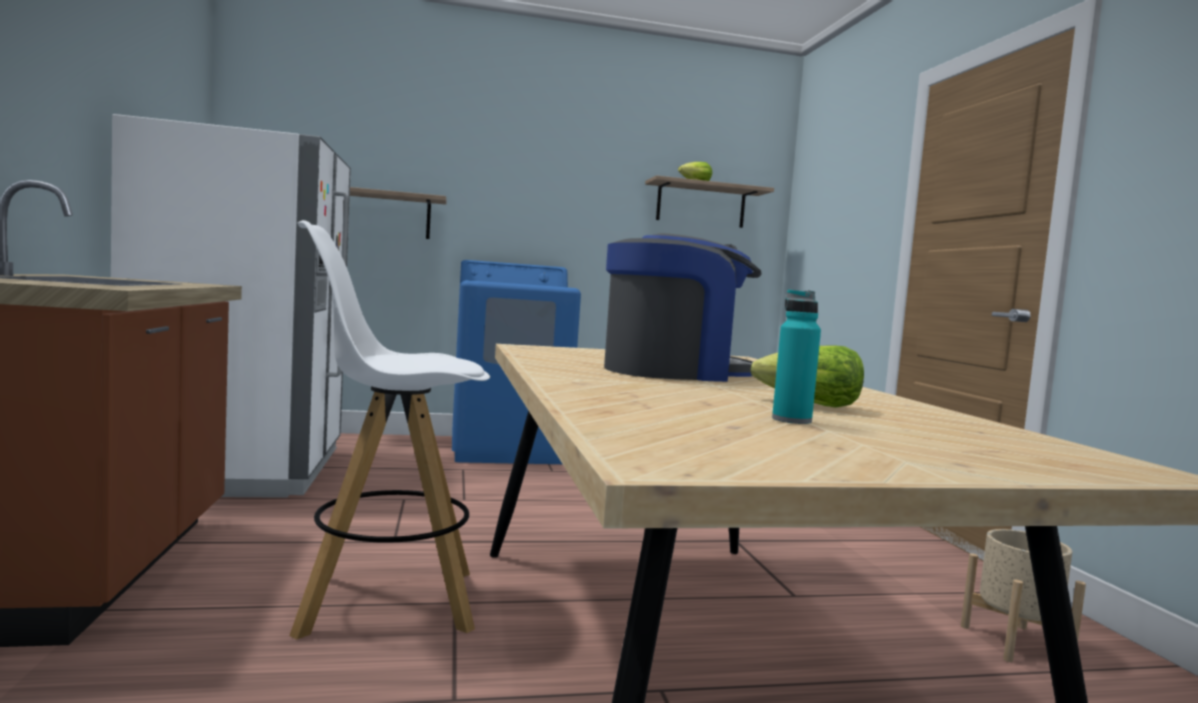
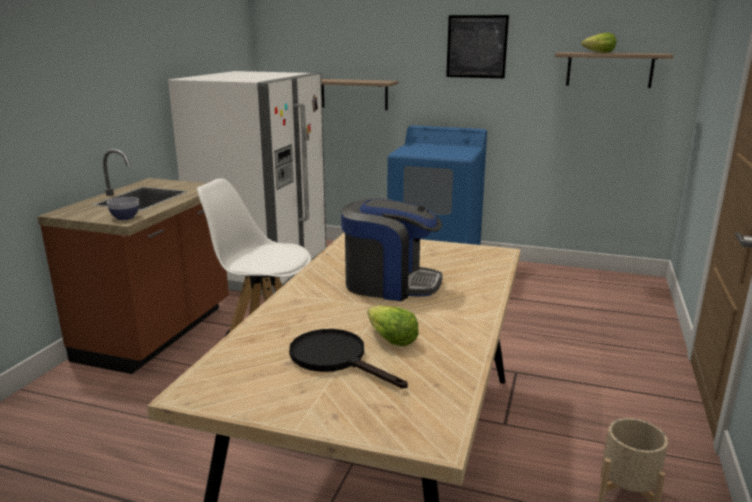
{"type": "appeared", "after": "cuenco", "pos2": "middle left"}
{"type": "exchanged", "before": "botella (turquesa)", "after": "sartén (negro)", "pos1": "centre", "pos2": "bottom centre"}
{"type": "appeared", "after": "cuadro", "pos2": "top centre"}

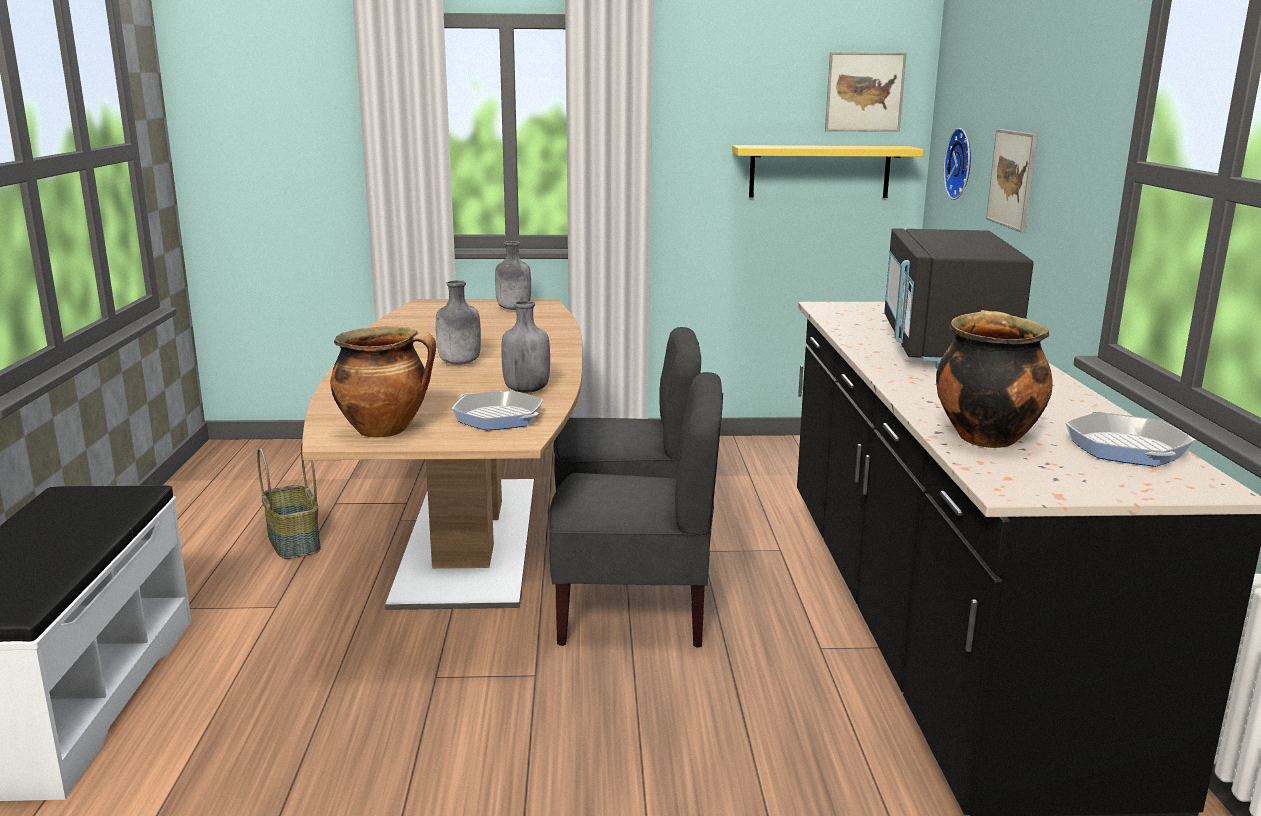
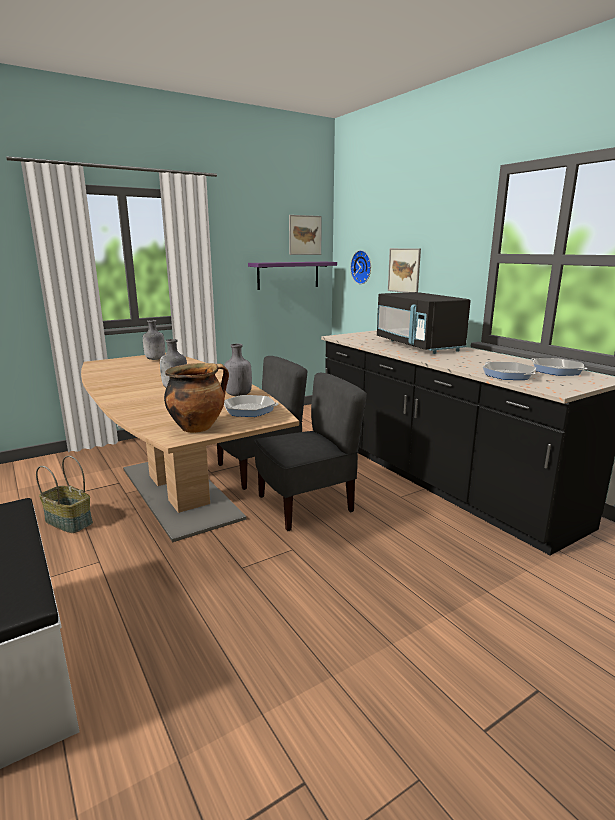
{"type": "colour", "before": "estante (amarillo)", "after": "estante (morado)", "pos1": "top centre", "pos2": "centre"}
{"type": "exchanged", "before": "olla (no. 2 from left)", "after": "sartén (no. 2 from left)", "pos1": "middle right", "pos2": "middle right"}

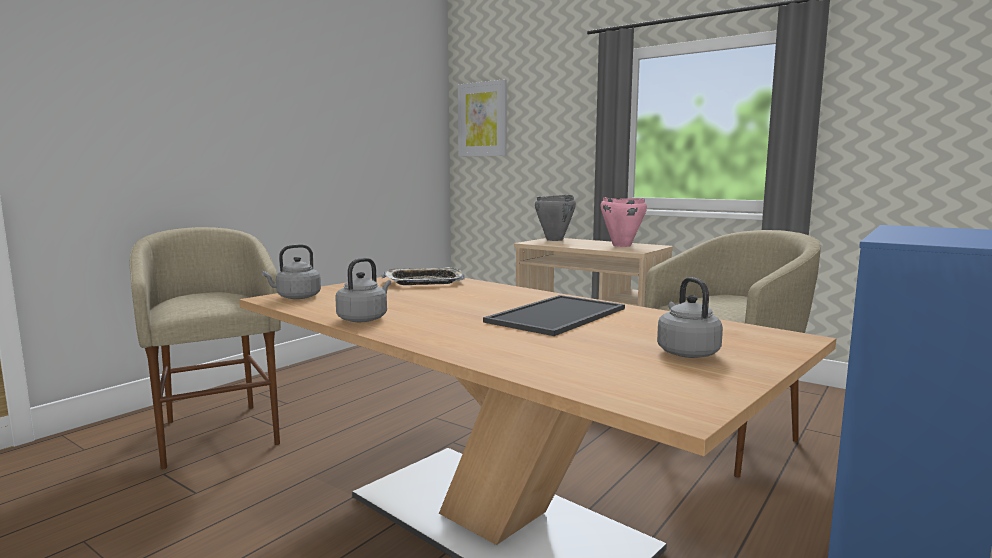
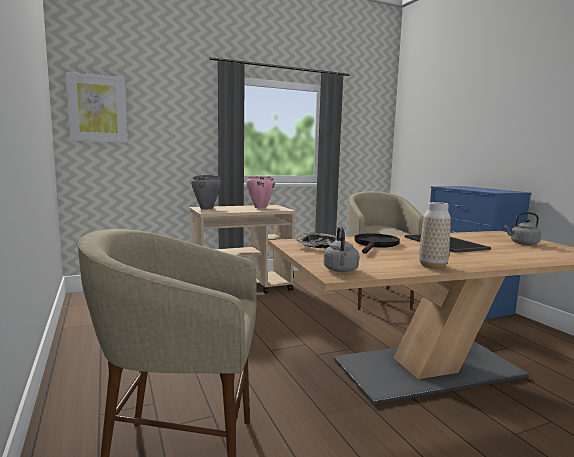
{"type": "appeared", "after": "sartén (negro)", "pos2": "centre"}
{"type": "exchanged", "before": "hervidor (gris) (no. 2 from left)", "after": "florero", "pos1": "centre", "pos2": "middle right"}

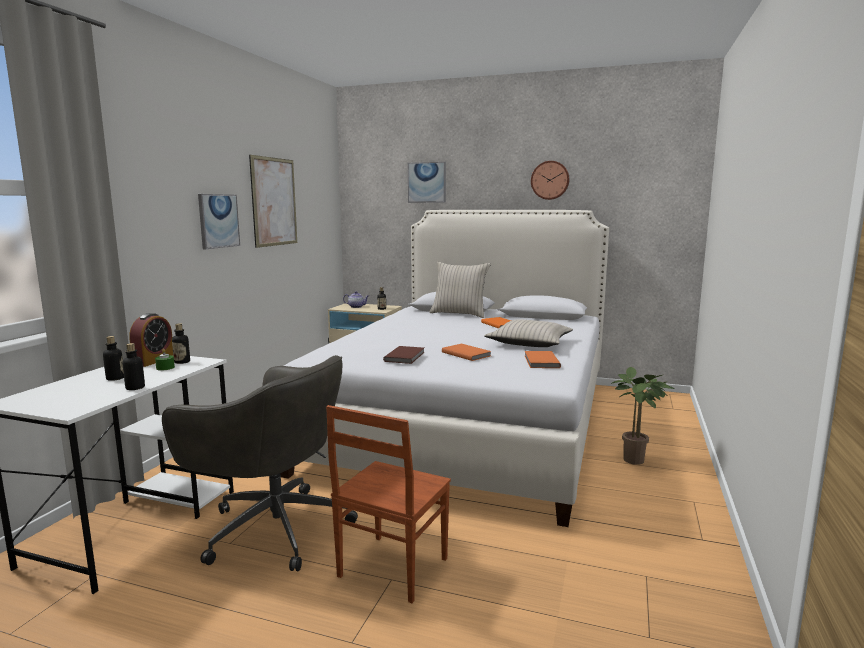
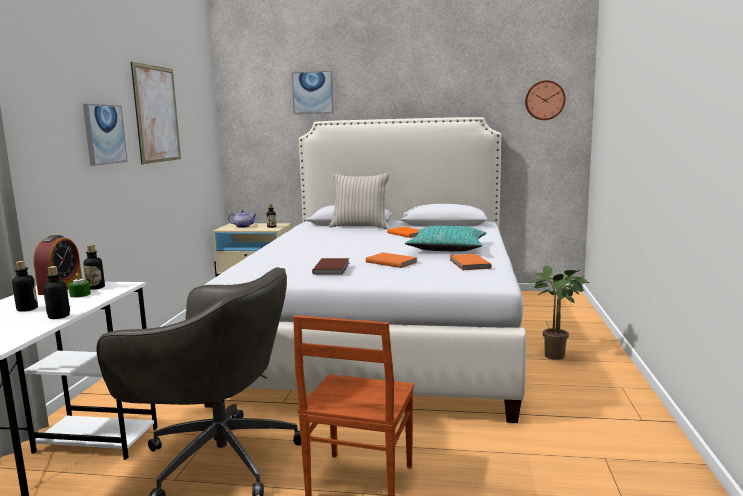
{"type": "colour", "before": "cojín (beis) (no. 2 from left)", "after": "cojín (turquesa)", "pos1": "centre", "pos2": "centre"}
{"type": "relocated", "before": "reloj de pared", "pos1": "top centre", "pos2": "top right"}

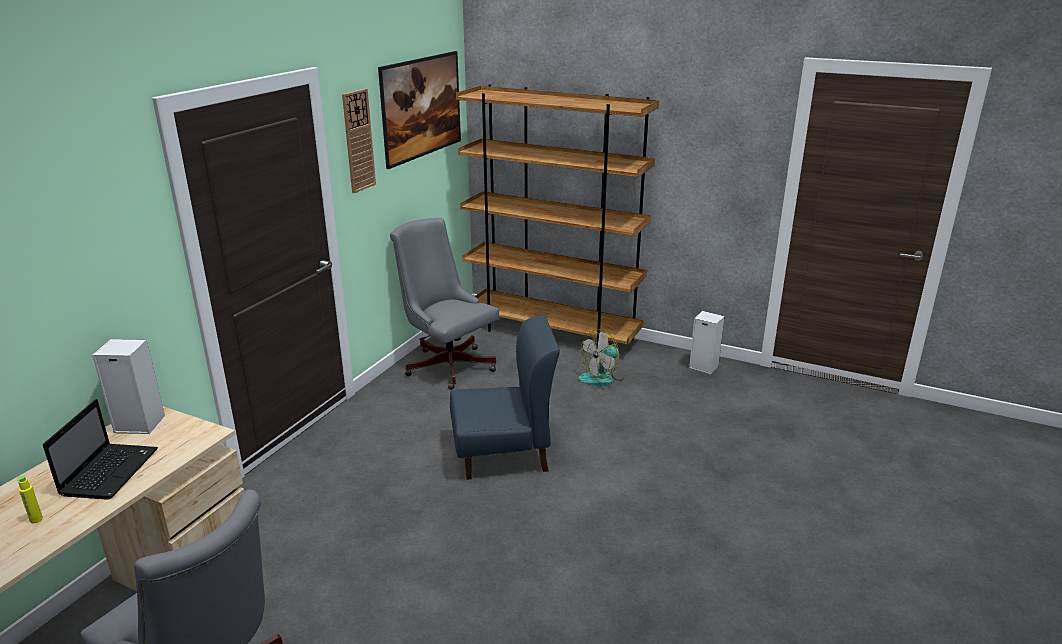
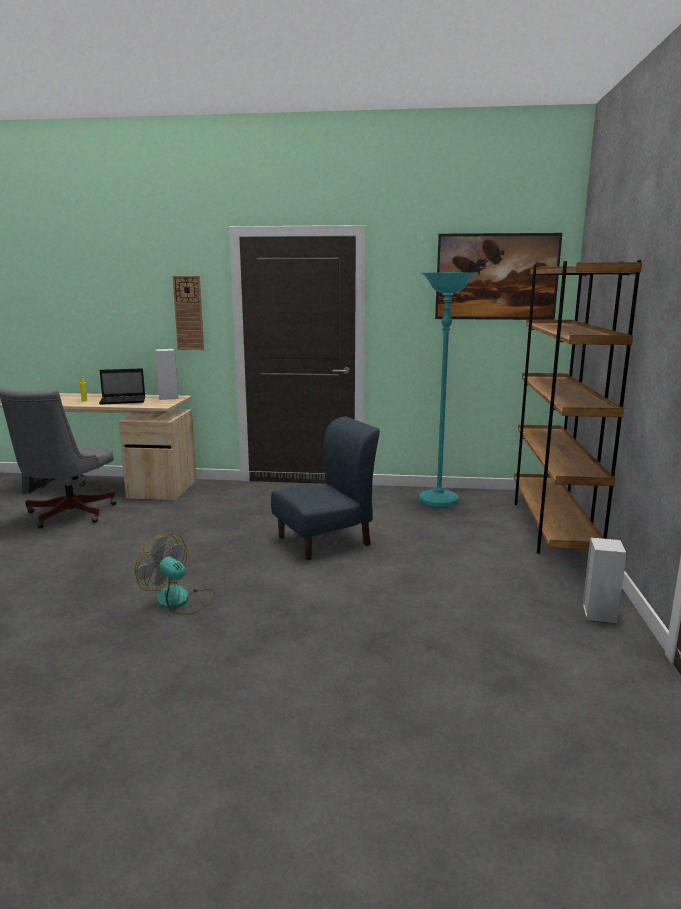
{"type": "relocated", "before": "ventilador", "pos1": "centre", "pos2": "middle left"}
{"type": "relocated", "before": "reloj de pared", "pos1": "top centre", "pos2": "middle left"}
{"type": "spun", "before": "silla (azul)", "pos1": "centre", "pos2": "centre", "turn": -90}
{"type": "exchanged", "before": "silla de oficina (gris) (no. 2 from left)", "after": "lámpara de pie (turquesa)", "pos1": "centre", "pos2": "centre"}

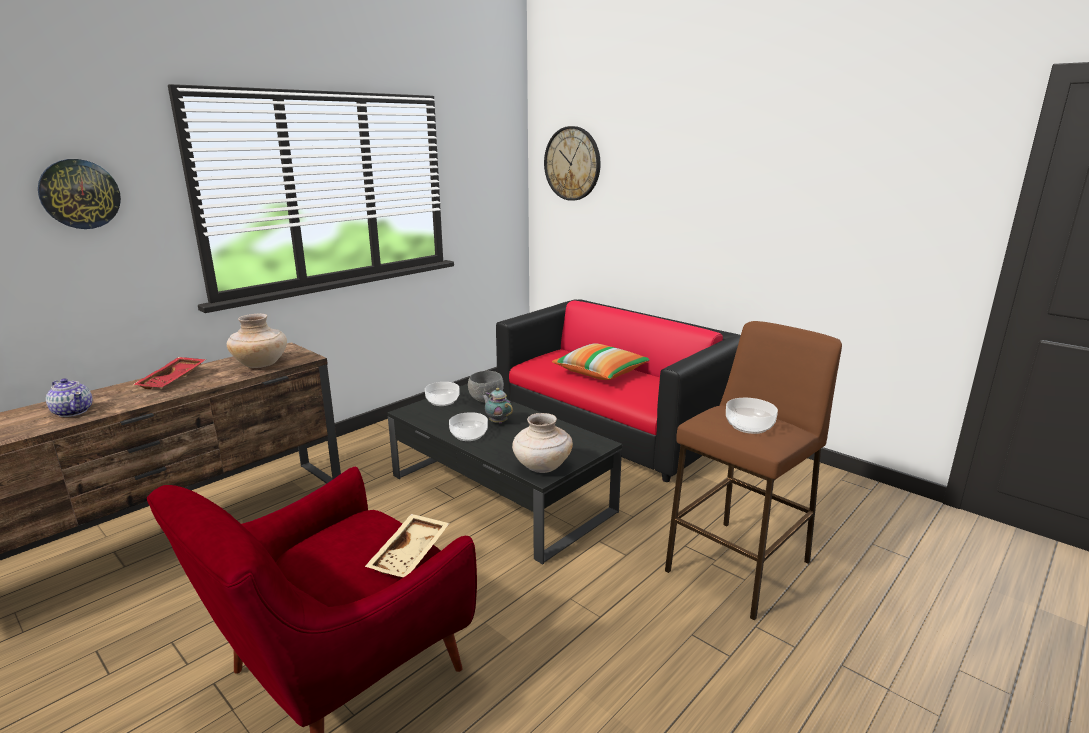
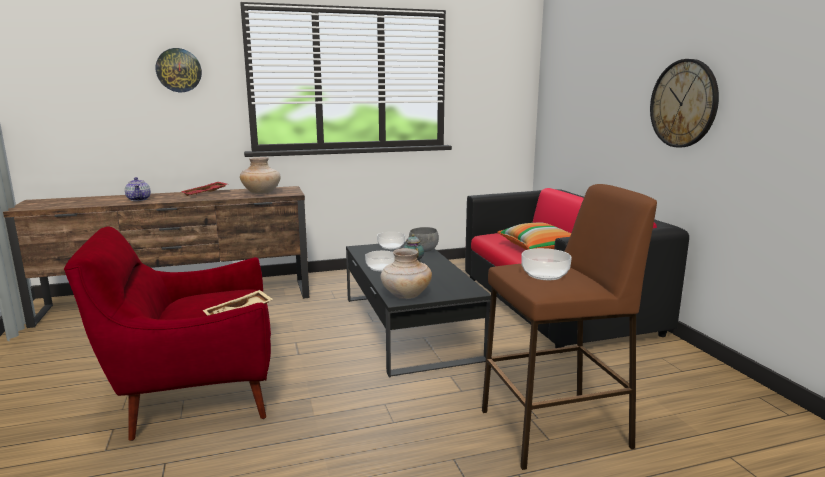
{"type": "relocated", "before": "reloj de pared (no. 2 from left)", "pos1": "top centre", "pos2": "top right"}

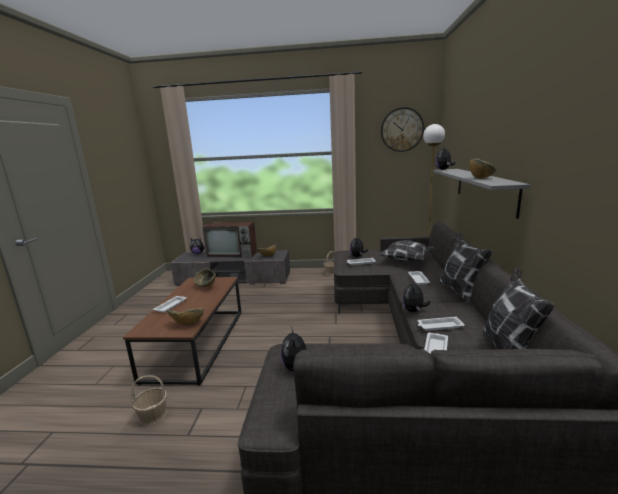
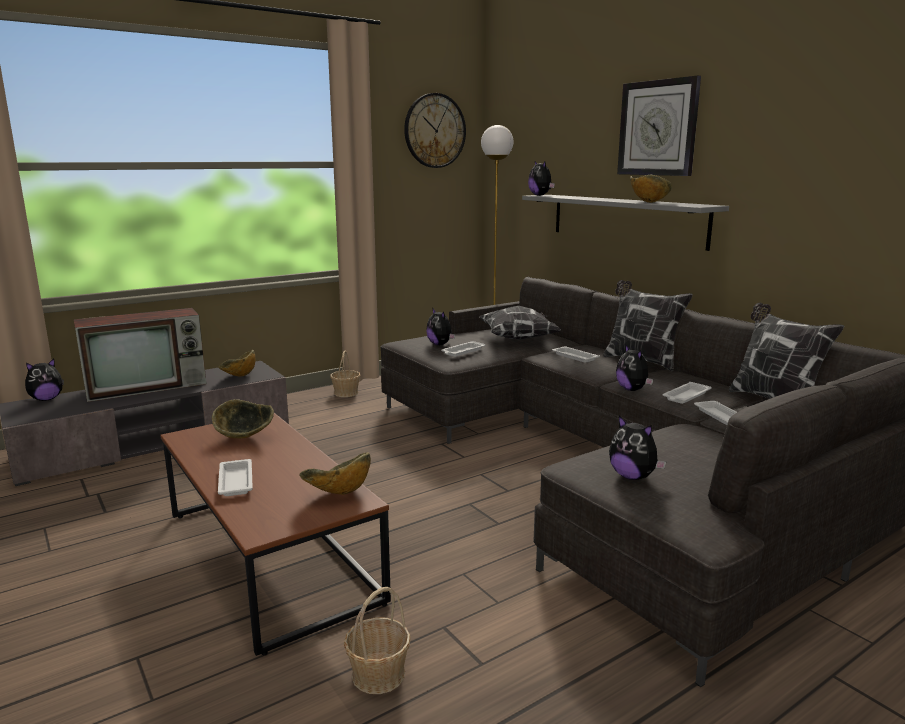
{"type": "appeared", "after": "reloj de pared (no. 2 from left)", "pos2": "top right"}

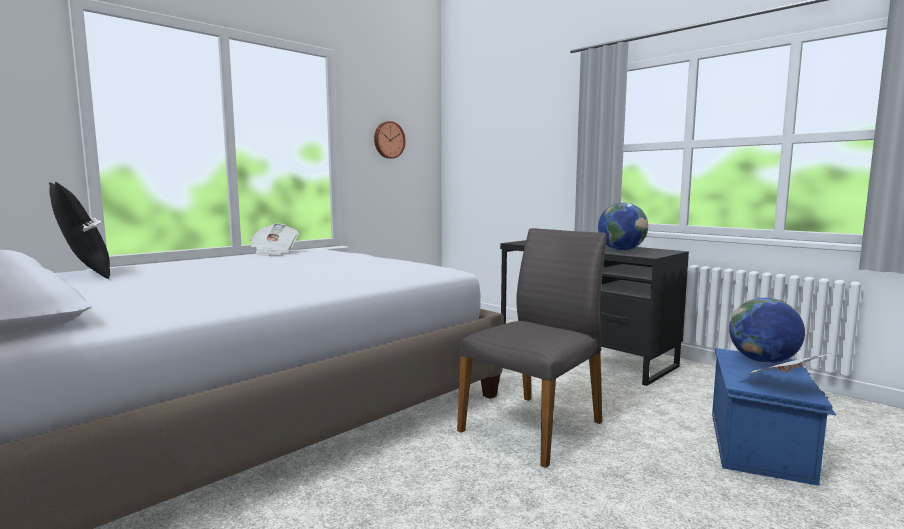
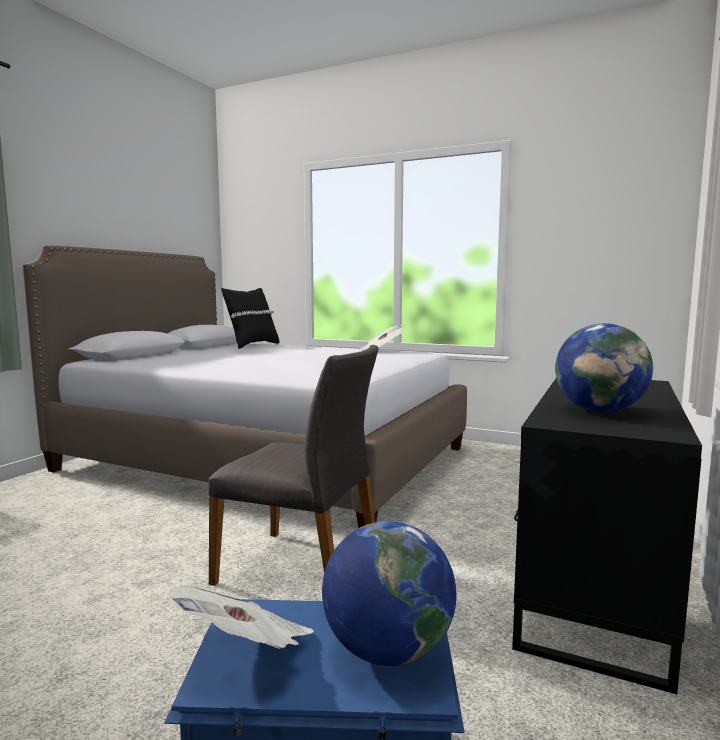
{"type": "missing", "before": "reloj de pared", "pos1": "top centre"}

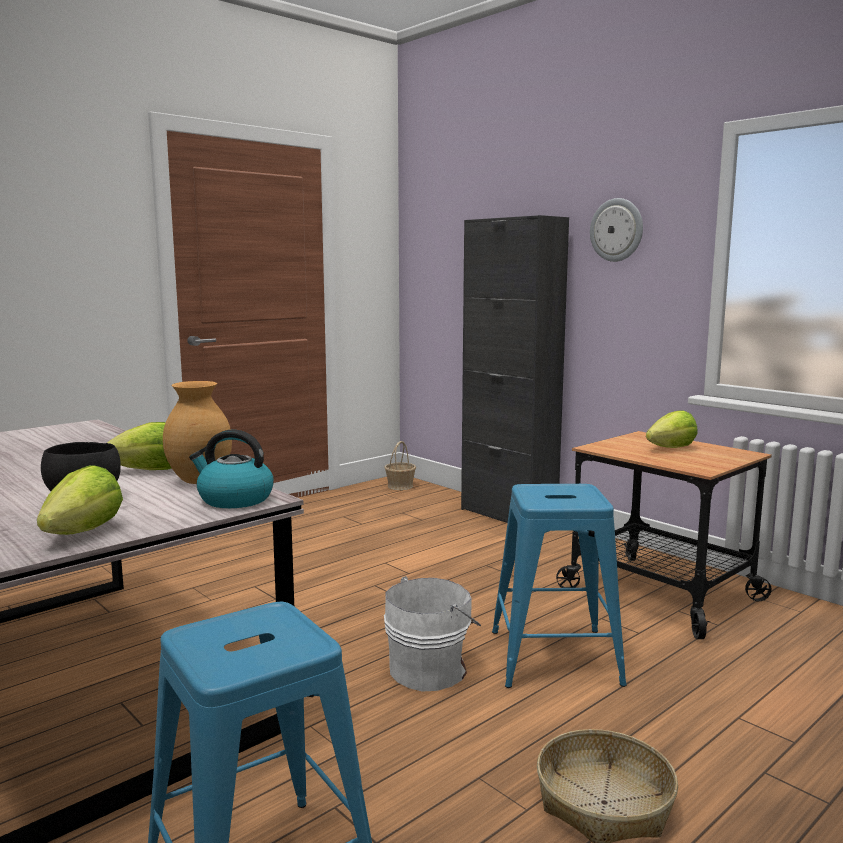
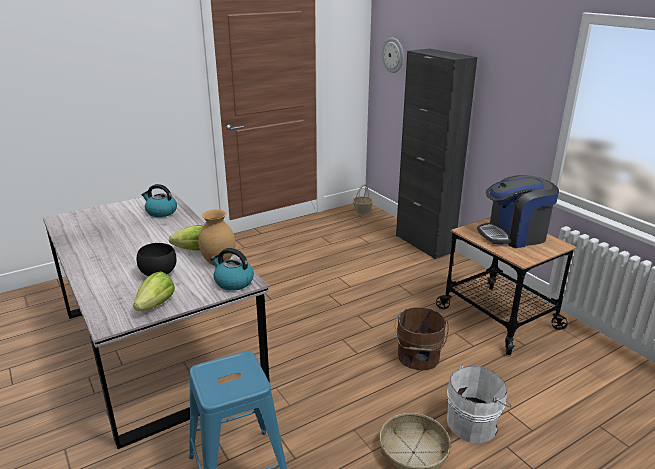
{"type": "appeared", "after": "hervidor (no. 1 from left)", "pos2": "middle left"}
{"type": "relocated", "before": "reloj de pared", "pos1": "top right", "pos2": "top centre"}
{"type": "exchanged", "before": "taburete (azul) (no. 2 from left)", "after": "cubo (marrón)", "pos1": "bottom centre", "pos2": "bottom centre"}
{"type": "relocated", "before": "cubo (blanco)", "pos1": "bottom centre", "pos2": "bottom right"}
{"type": "exchanged", "before": "lechuga (no. 3 from left)", "after": "cafetera", "pos1": "middle right", "pos2": "middle right"}

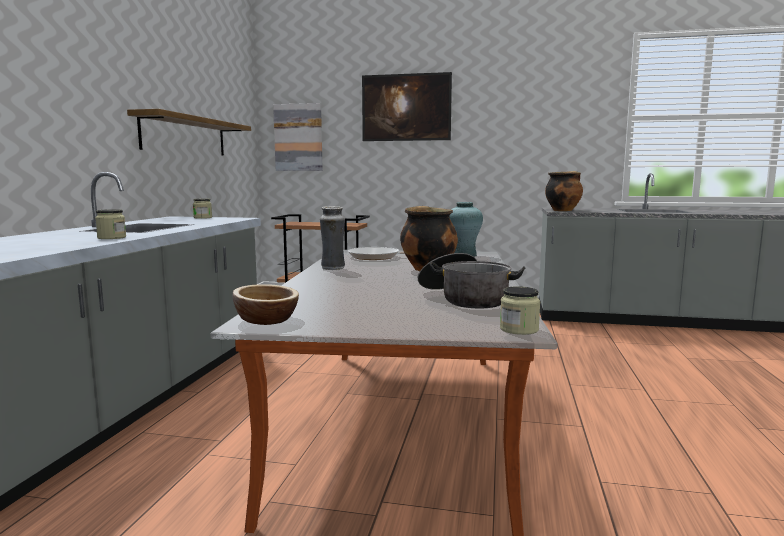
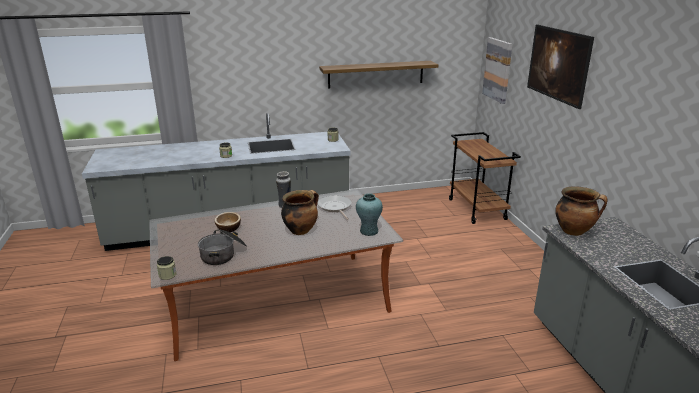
{"type": "relocated", "before": "cuenco", "pos1": "centre", "pos2": "middle left"}

